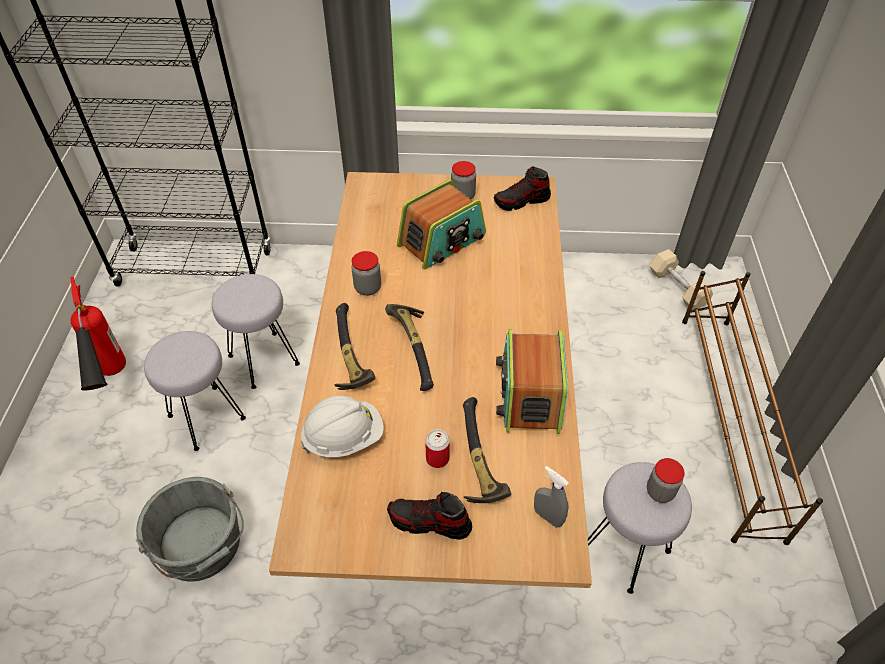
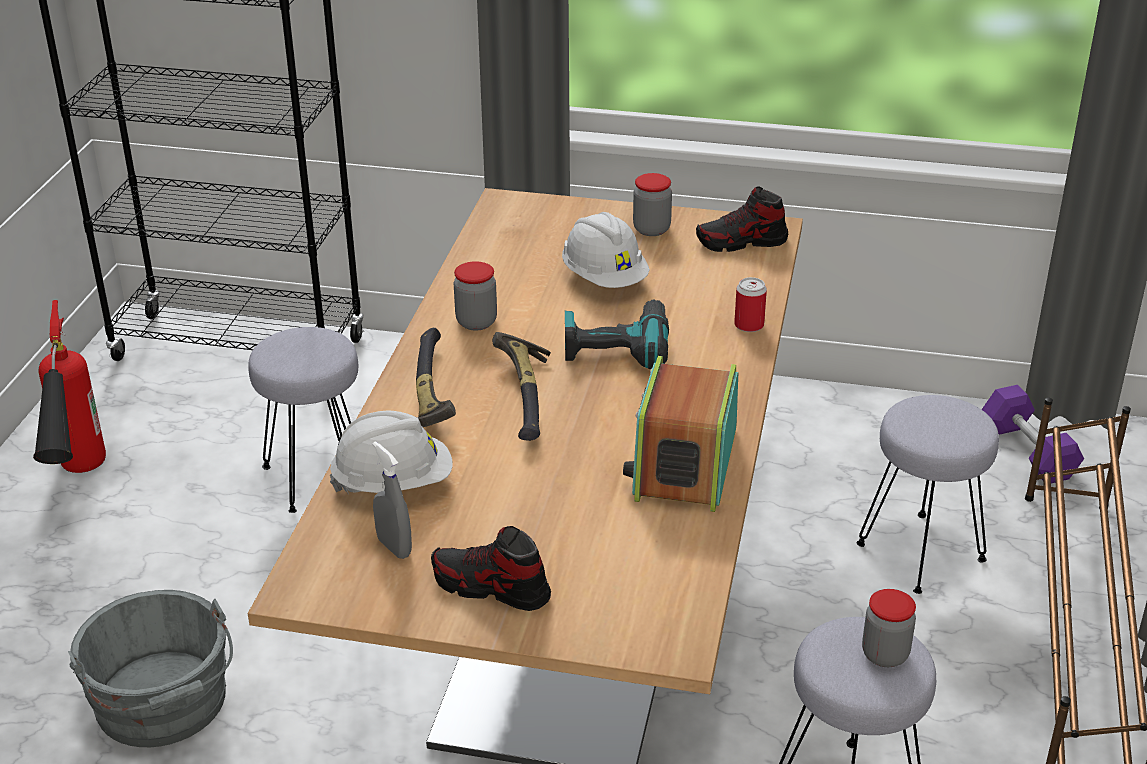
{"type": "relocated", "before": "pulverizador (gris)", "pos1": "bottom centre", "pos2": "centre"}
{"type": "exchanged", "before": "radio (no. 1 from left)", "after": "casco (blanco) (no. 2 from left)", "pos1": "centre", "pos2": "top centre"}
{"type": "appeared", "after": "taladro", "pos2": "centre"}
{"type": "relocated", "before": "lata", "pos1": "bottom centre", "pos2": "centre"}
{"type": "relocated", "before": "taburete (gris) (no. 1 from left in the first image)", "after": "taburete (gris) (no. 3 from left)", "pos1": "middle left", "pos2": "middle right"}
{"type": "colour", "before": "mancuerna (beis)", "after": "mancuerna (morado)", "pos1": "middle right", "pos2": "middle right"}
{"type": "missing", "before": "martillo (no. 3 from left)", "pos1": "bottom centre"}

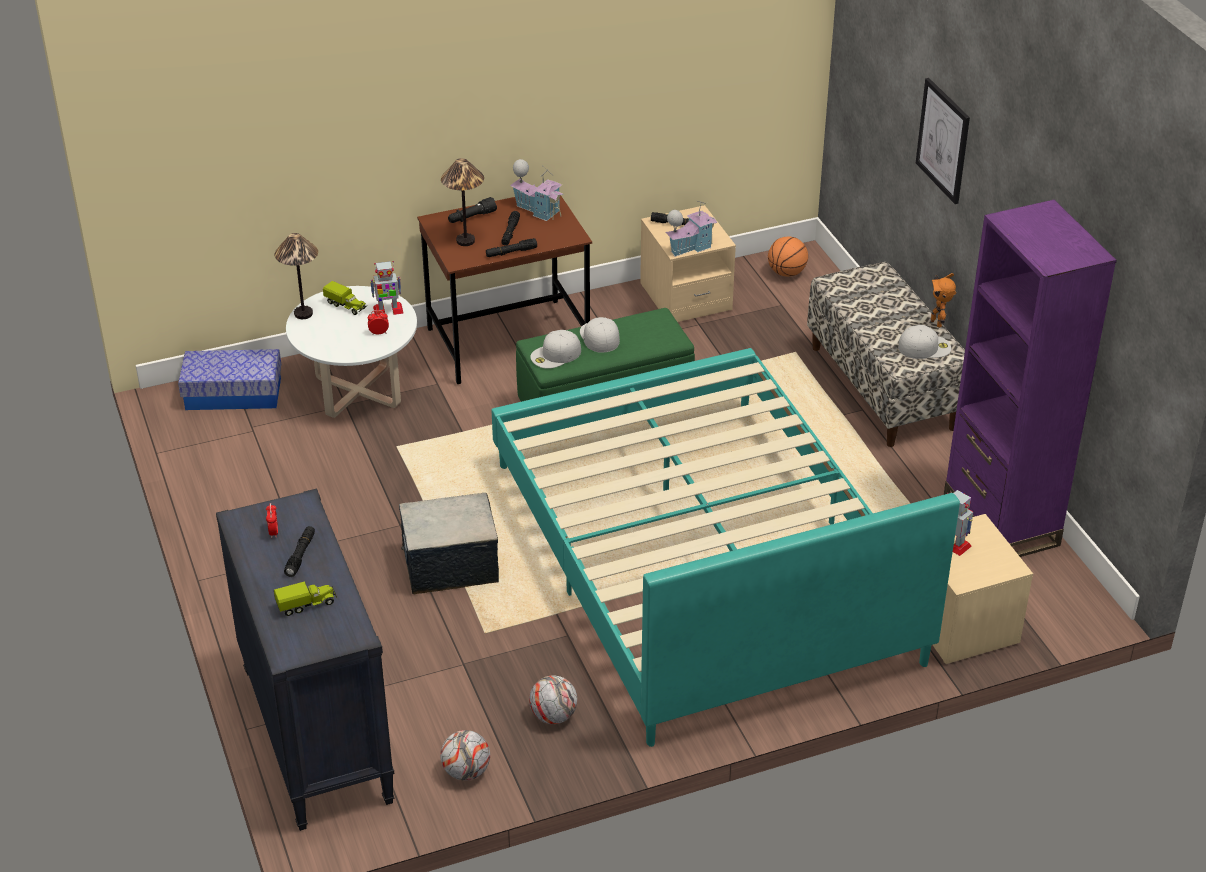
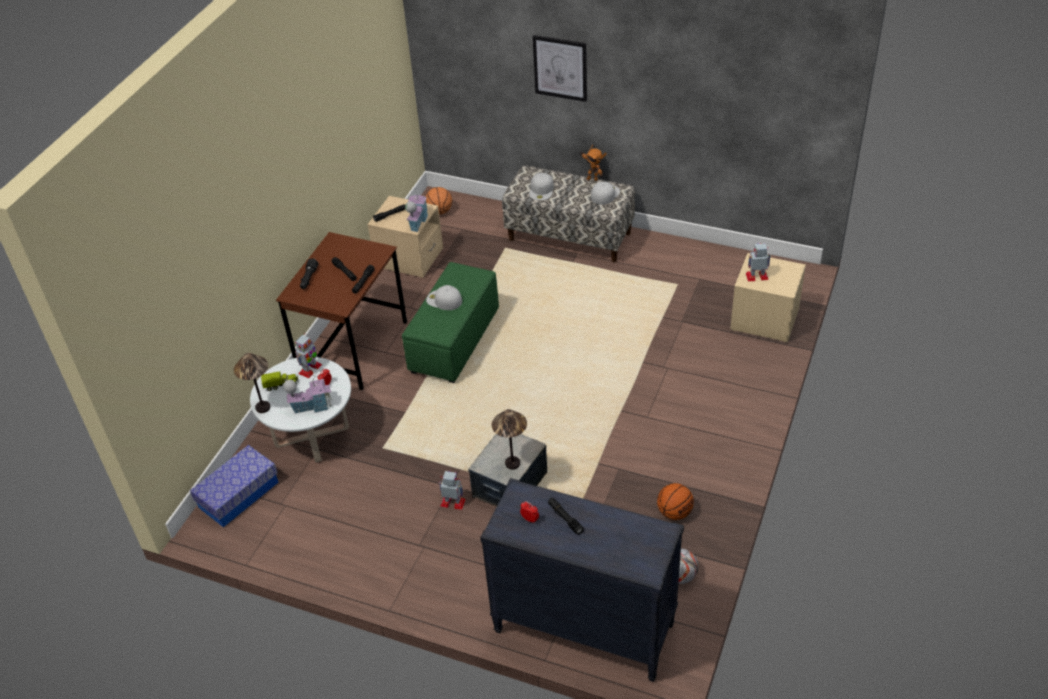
{"type": "relocated", "before": "casita (no. 1 from left)", "pos1": "top centre", "pos2": "middle left"}
{"type": "appeared", "after": "robot de juguete (no. 2 from left)", "pos2": "bottom centre"}
{"type": "relocated", "before": "lámpara de mesa (no. 2 from left)", "pos1": "top centre", "pos2": "centre"}
{"type": "relocated", "before": "gorra (blanco) (no. 1 from left in the first image)", "after": "gorra (blanco) (no. 2 from left)", "pos1": "centre", "pos2": "top centre"}
{"type": "exchanged", "before": "balón de fútbol (no. 2 from left)", "after": "balón de baloncesto (no. 2 from left)", "pos1": "bottom centre", "pos2": "bottom centre"}
{"type": "missing", "before": "camión de juguete (no. 1 from left)", "pos1": "bottom left"}
{"type": "missing", "before": "cama (turquesa)", "pos1": "centre"}
{"type": "missing", "before": "estantería (morado)", "pos1": "middle right"}

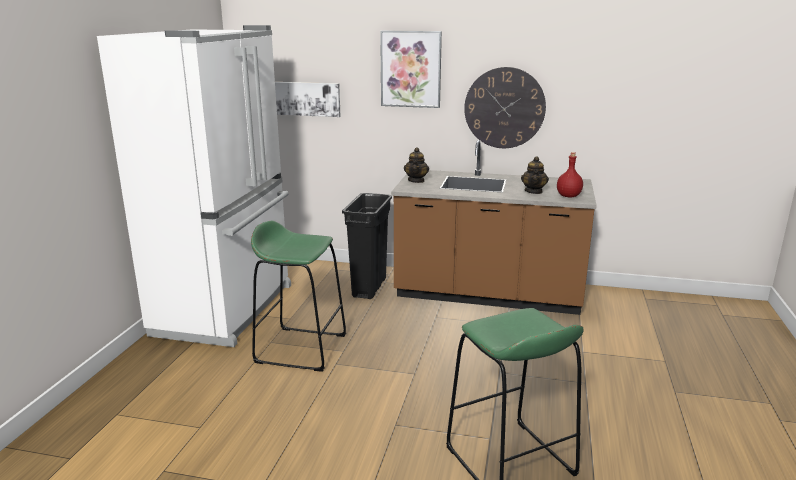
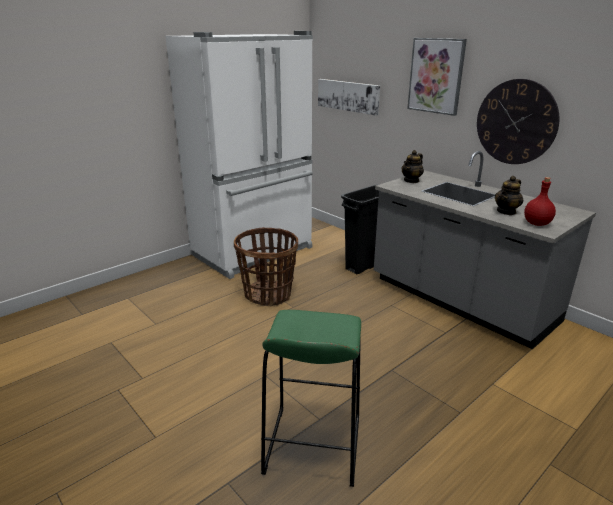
{"type": "exchanged", "before": "taburete (verde) (no. 1 from left)", "after": "cesta", "pos1": "centre", "pos2": "centre"}
{"type": "colour", "before": "mueble bajo de cocina (marrón)", "after": "mueble bajo de cocina (gris)", "pos1": "centre", "pos2": "middle right"}

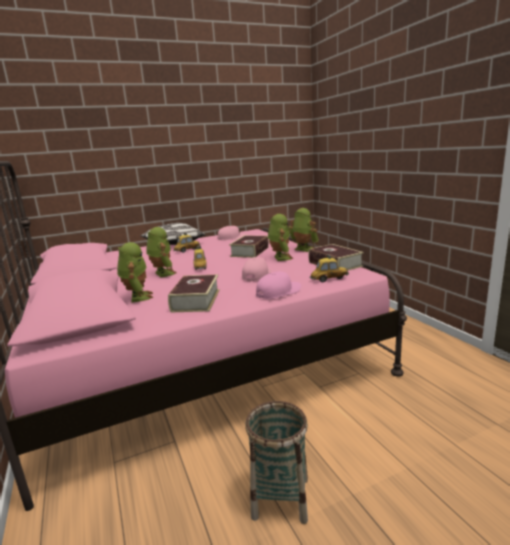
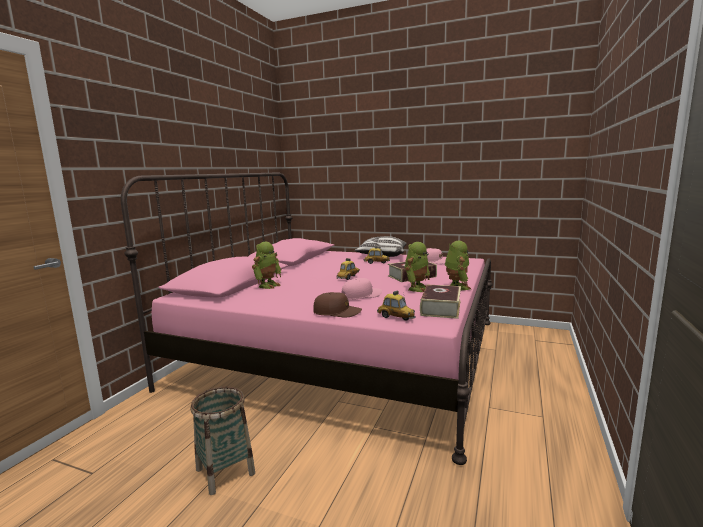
{"type": "colour", "before": "gorra (rosa) (no. 3 from left)", "after": "gorra (marrón)", "pos1": "centre", "pos2": "centre"}
{"type": "missing", "before": "robot de juguete (no. 2 from left)", "pos1": "middle left"}
{"type": "missing", "before": "libro (no. 1 from left)", "pos1": "centre"}

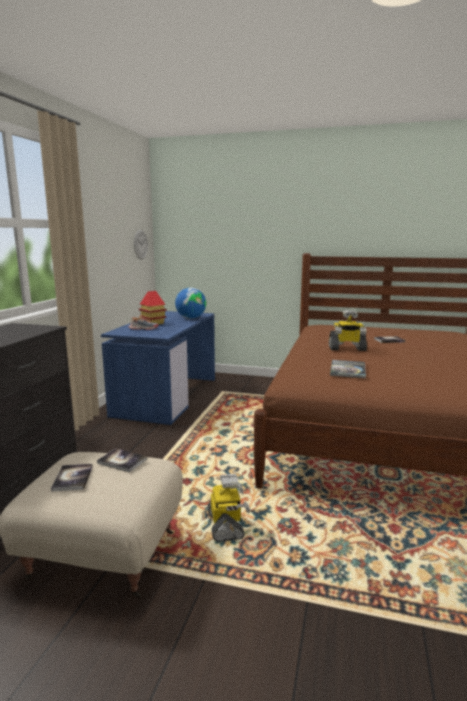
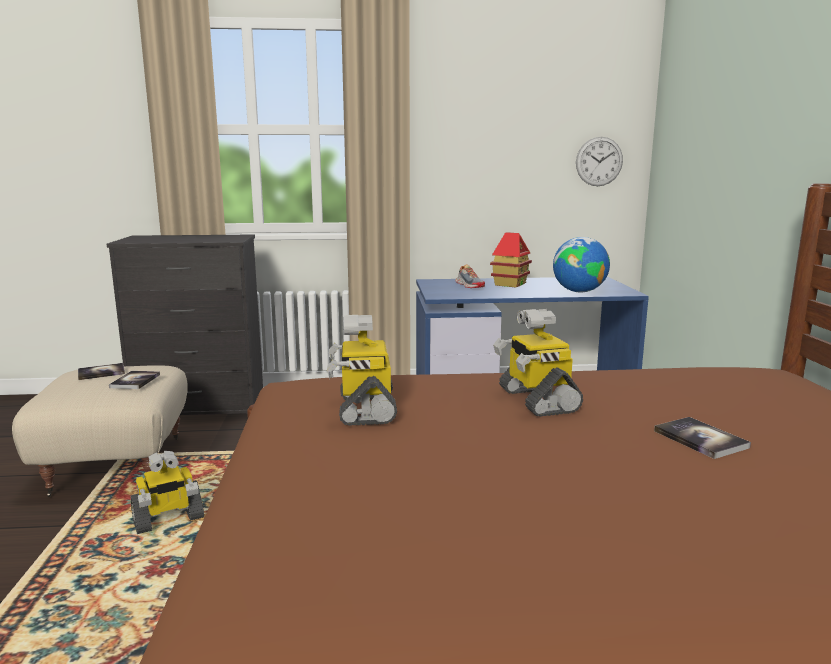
{"type": "exchanged", "before": "libro (no. 3 from left)", "after": "robot de juguete (no. 2 from left)", "pos1": "middle right", "pos2": "centre"}

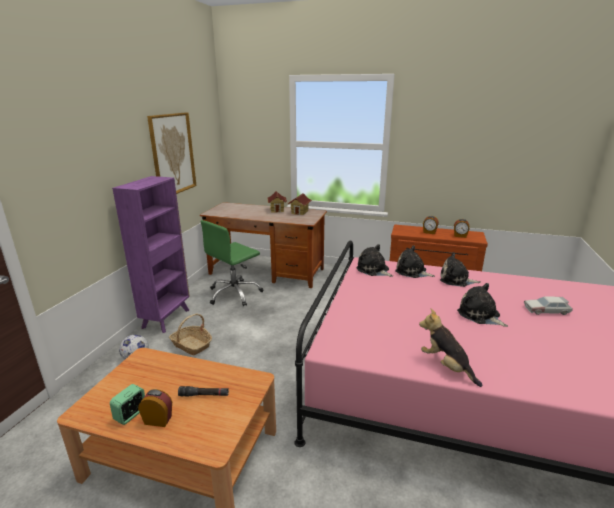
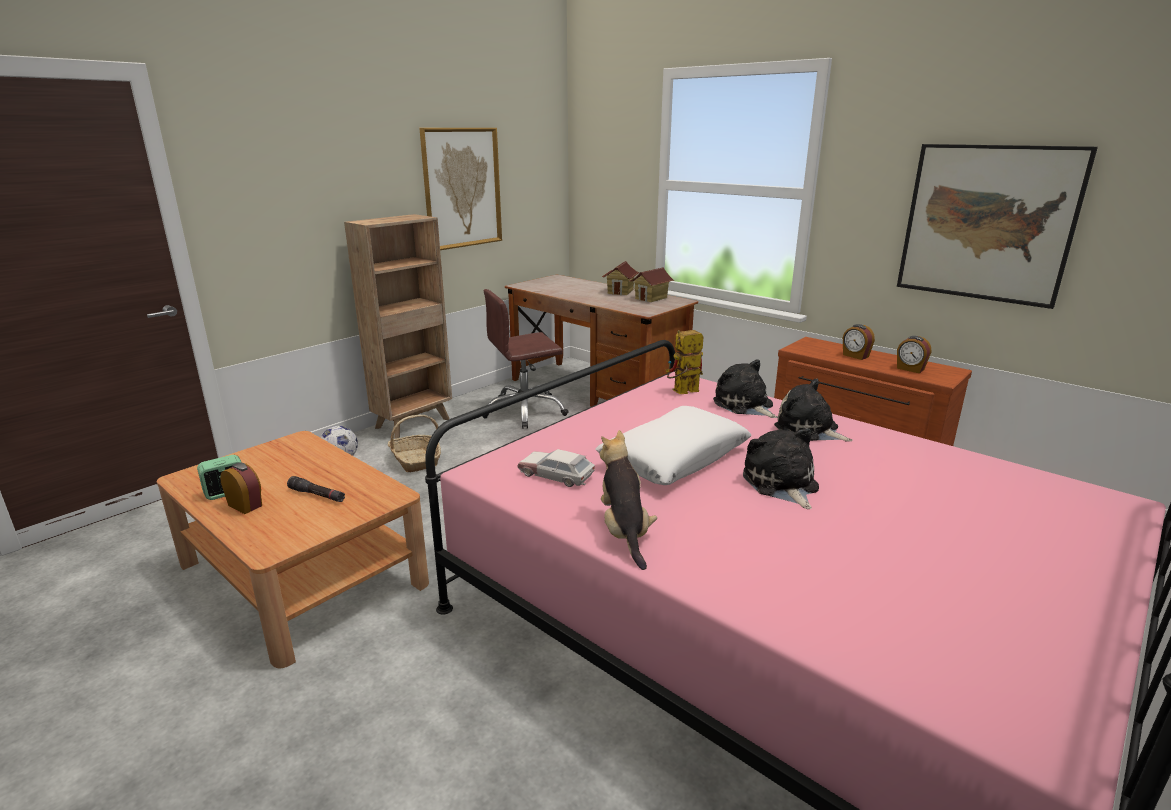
{"type": "colour", "before": "estantería (morado)", "after": "estantería (marrón)", "pos1": "middle left", "pos2": "centre"}
{"type": "colour", "before": "silla de oficina (verde)", "after": "silla de oficina (marrón)", "pos1": "centre", "pos2": "centre"}
{"type": "relocated", "before": "coche de juguete", "pos1": "middle right", "pos2": "centre"}
{"type": "appeared", "after": "cojín (blanco)", "pos2": "centre"}
{"type": "exchanged", "before": "peluche (no. 1 from left)", "after": "robot de juguete", "pos1": "centre", "pos2": "centre"}
{"type": "appeared", "after": "cuadro (no. 2 from left)", "pos2": "top right"}

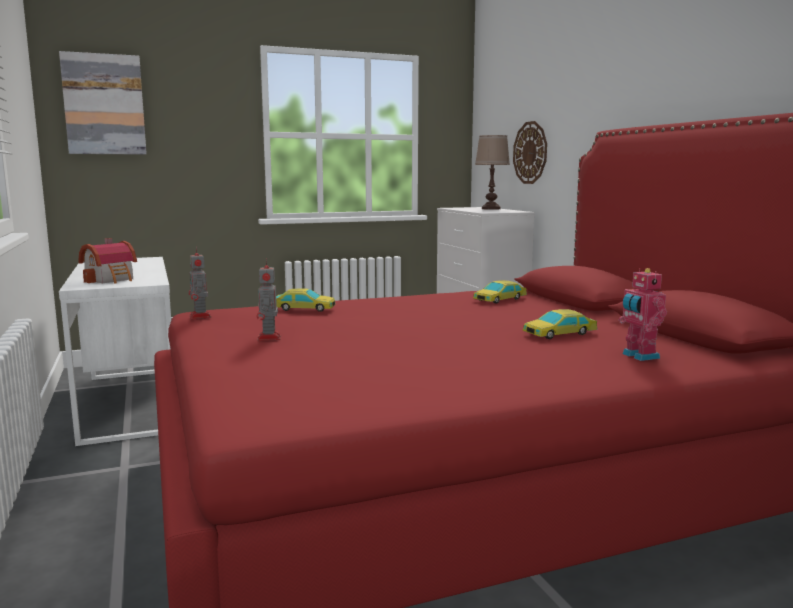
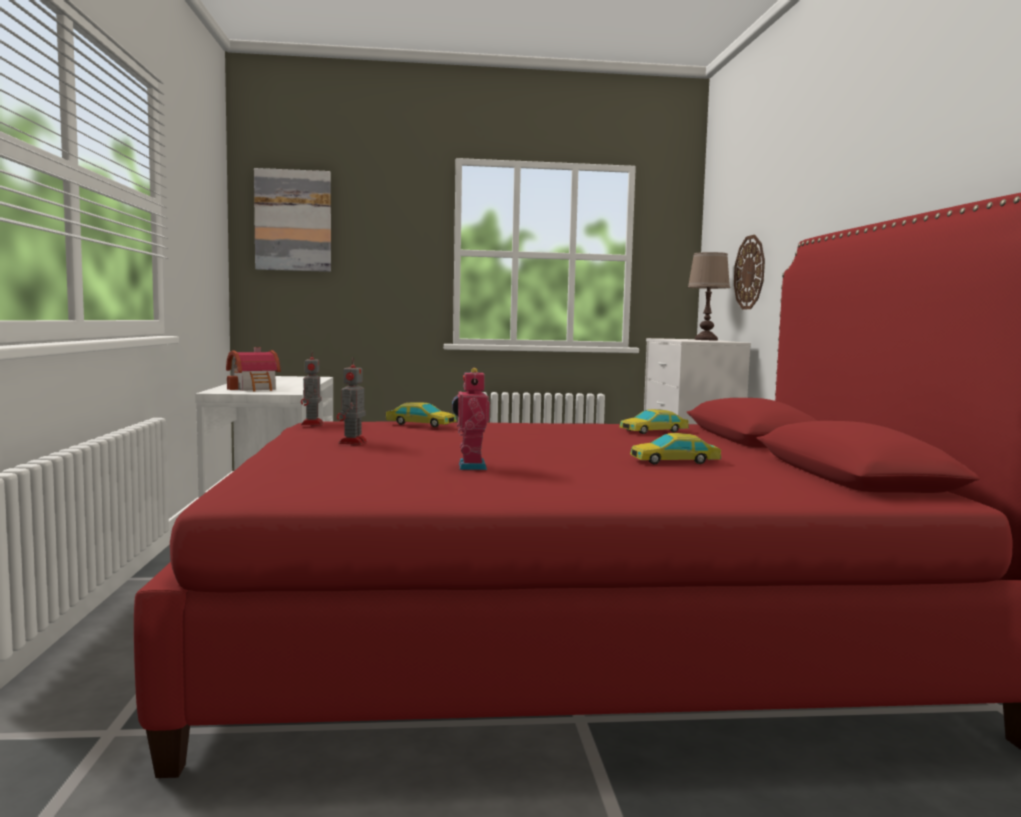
{"type": "relocated", "before": "robot de juguete (no. 3 from left)", "pos1": "middle right", "pos2": "centre"}

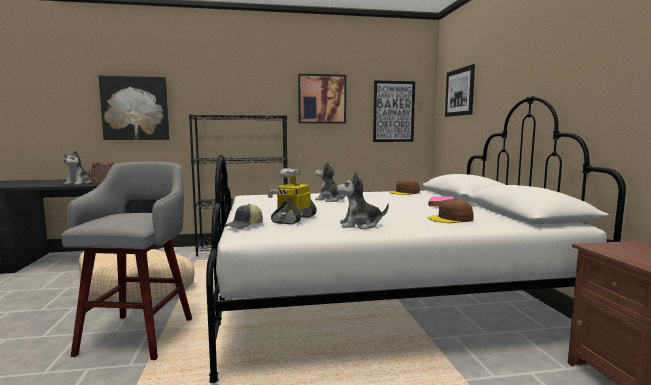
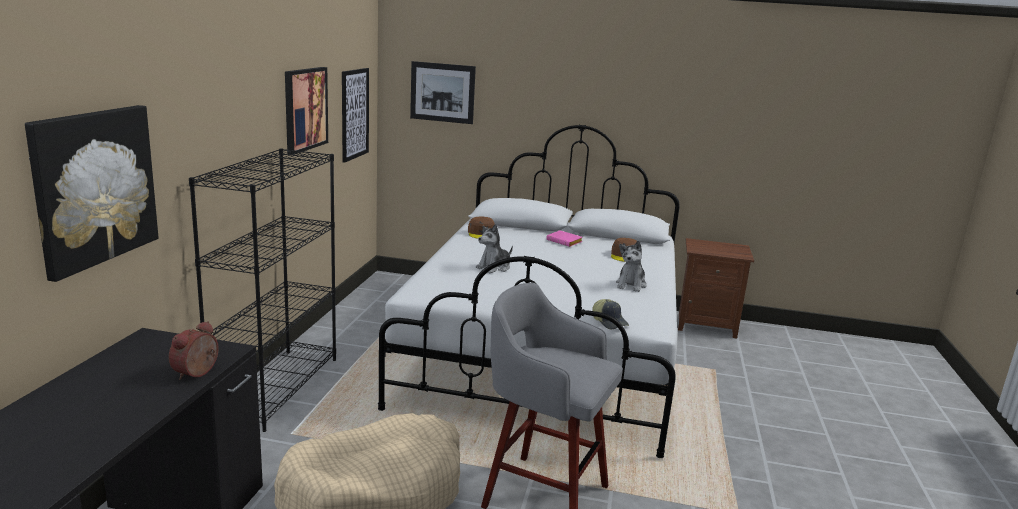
{"type": "missing", "before": "peluche (no. 1 from left)", "pos1": "middle left"}
{"type": "missing", "before": "robot de juguete", "pos1": "centre"}

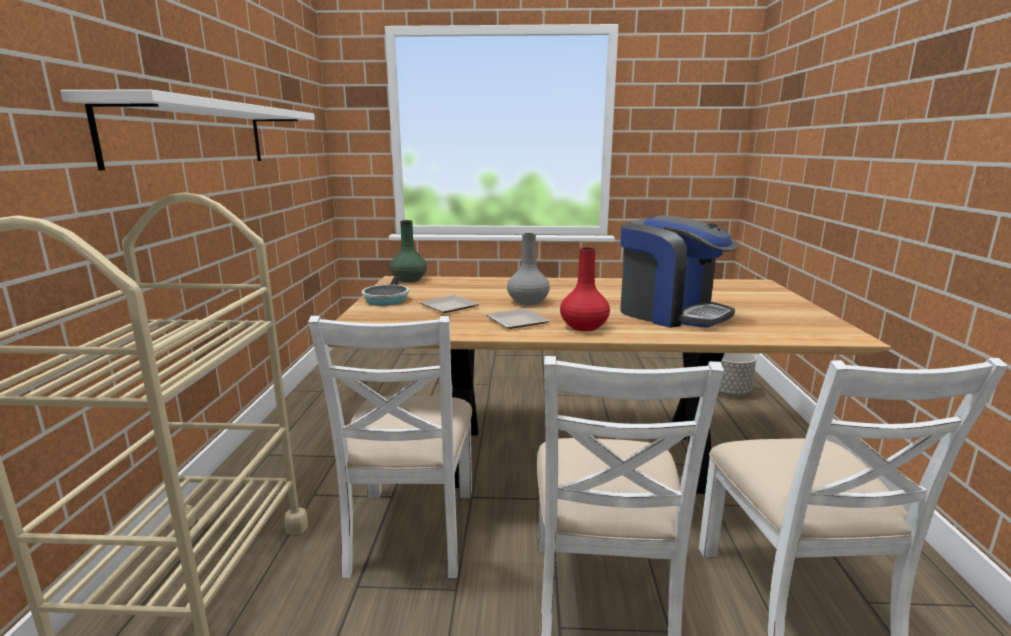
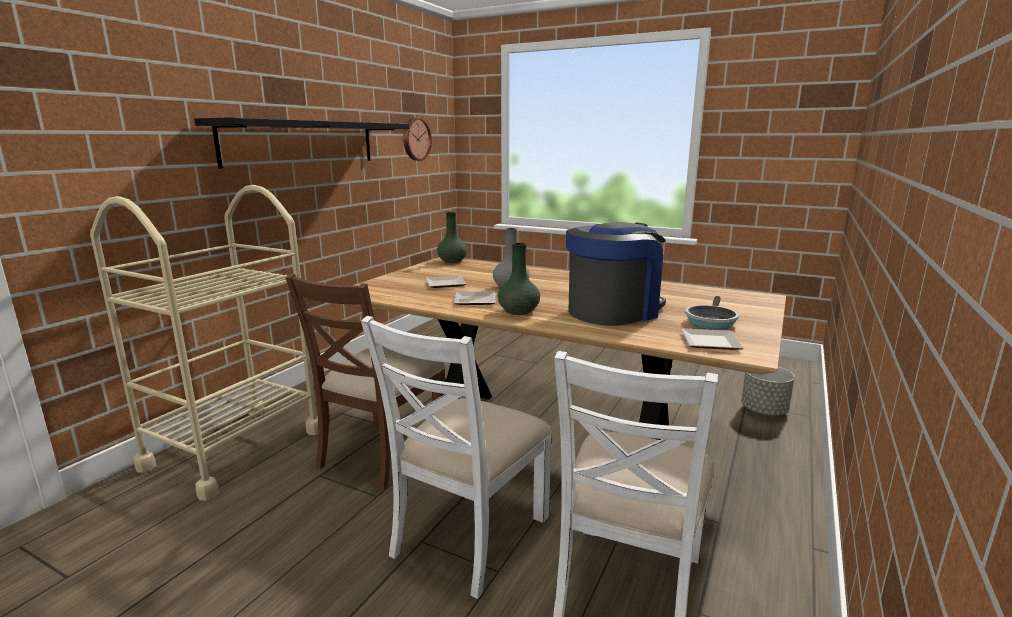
{"type": "colour", "before": "estante (blanco)", "after": "estante (negro)", "pos1": "top left", "pos2": "top left"}
{"type": "colour", "before": "silla (blanco) (no. 1 from left)", "after": "silla (marrón)", "pos1": "bottom centre", "pos2": "centre"}
{"type": "appeared", "after": "reloj de pared", "pos2": "top centre"}
{"type": "colour", "before": "florero (rojo)", "after": "florero (verde) (no. 2 from left)", "pos1": "centre", "pos2": "centre"}
{"type": "spun", "before": "cafetera", "pos1": "middle right", "pos2": "centre", "turn": -105}
{"type": "appeared", "after": "plato (no. 3 from left)", "pos2": "middle right"}
{"type": "relocated", "before": "sartén", "pos1": "centre", "pos2": "middle right"}

